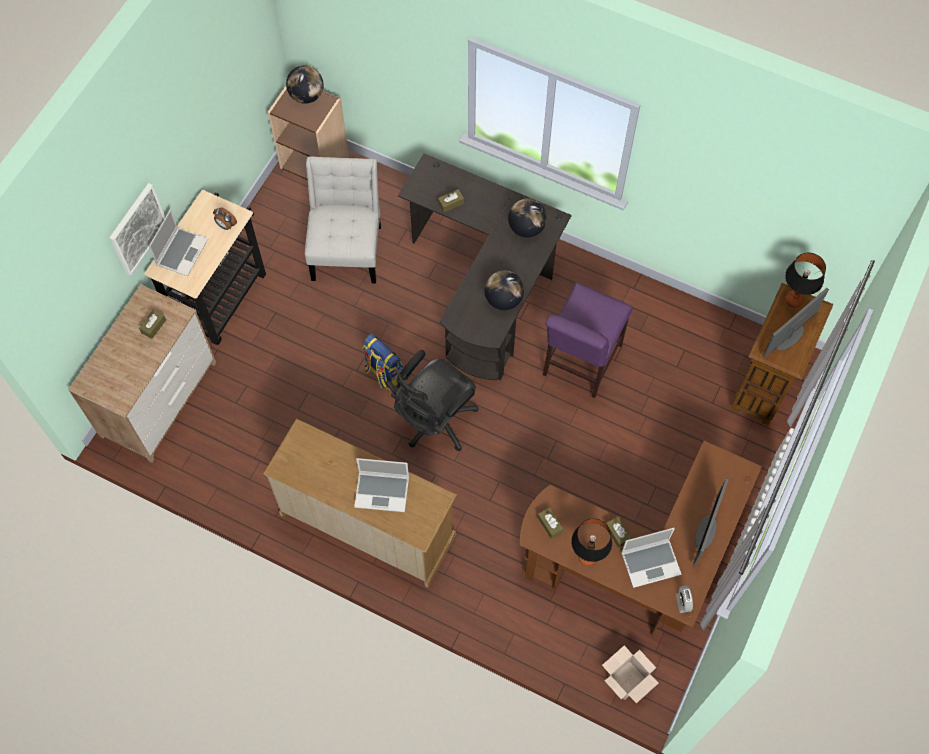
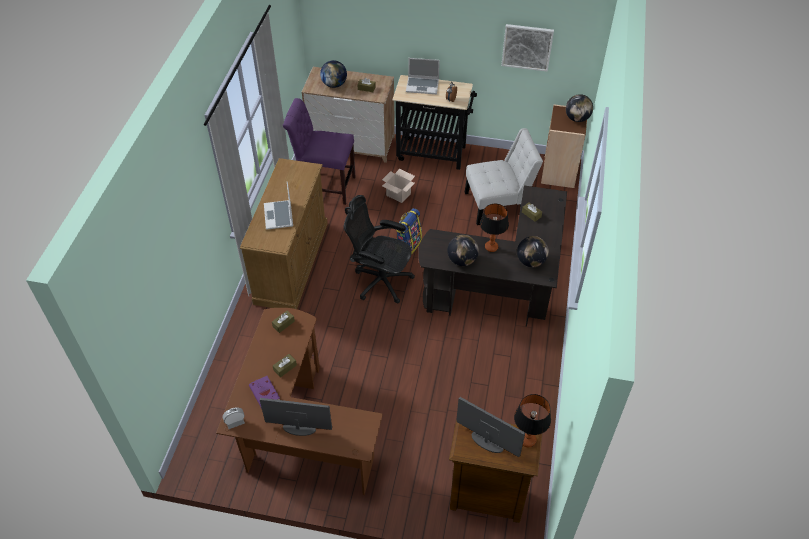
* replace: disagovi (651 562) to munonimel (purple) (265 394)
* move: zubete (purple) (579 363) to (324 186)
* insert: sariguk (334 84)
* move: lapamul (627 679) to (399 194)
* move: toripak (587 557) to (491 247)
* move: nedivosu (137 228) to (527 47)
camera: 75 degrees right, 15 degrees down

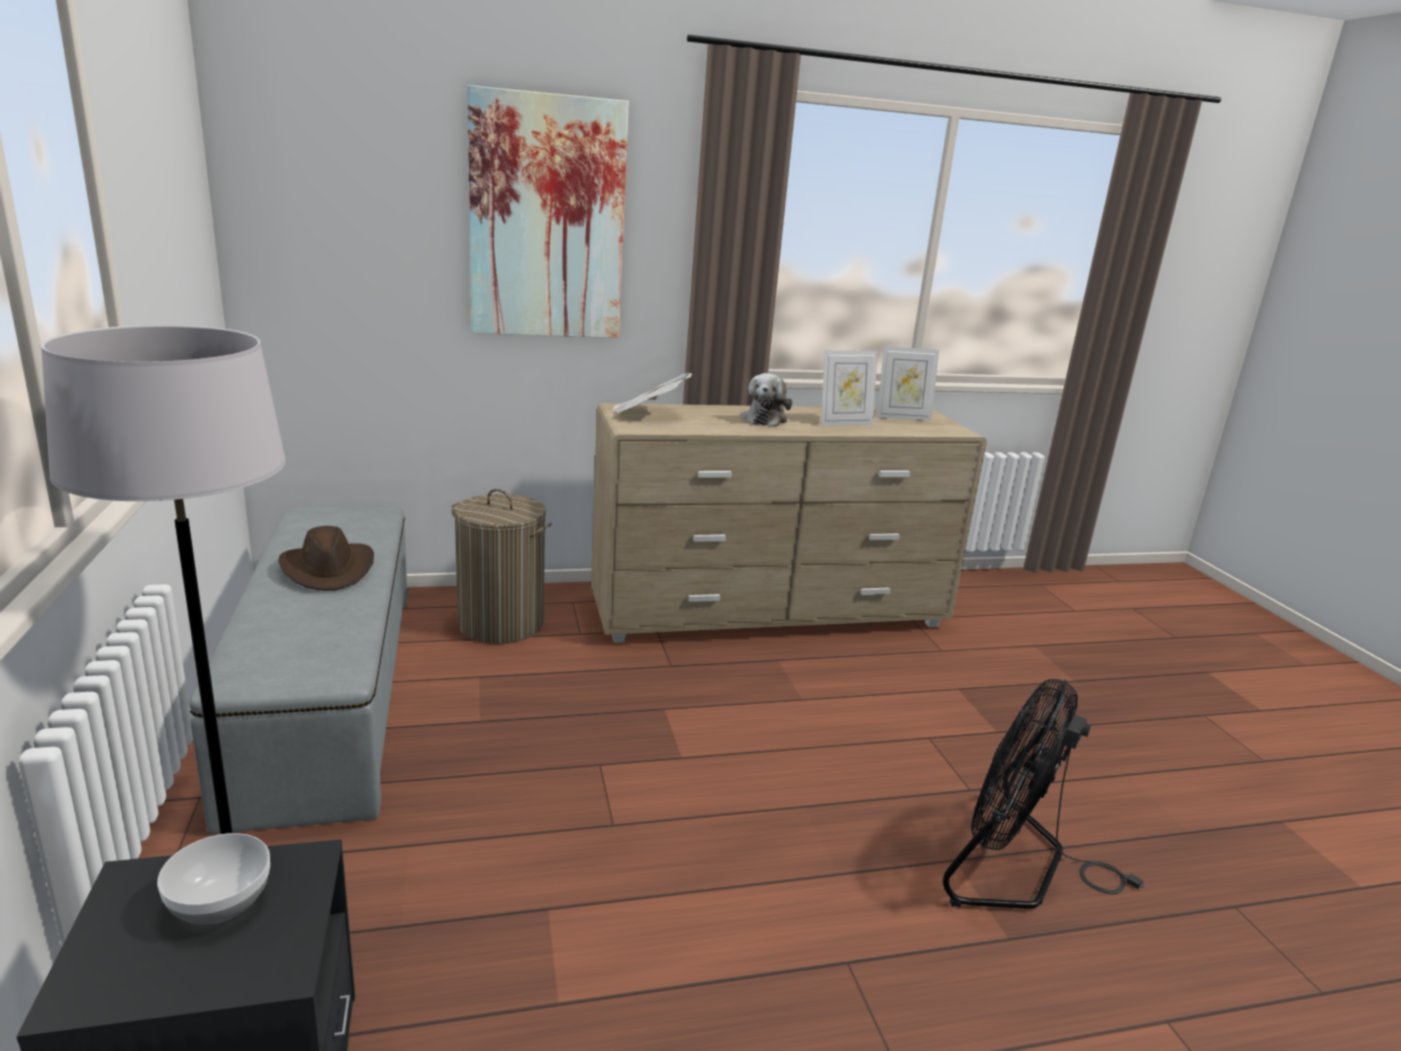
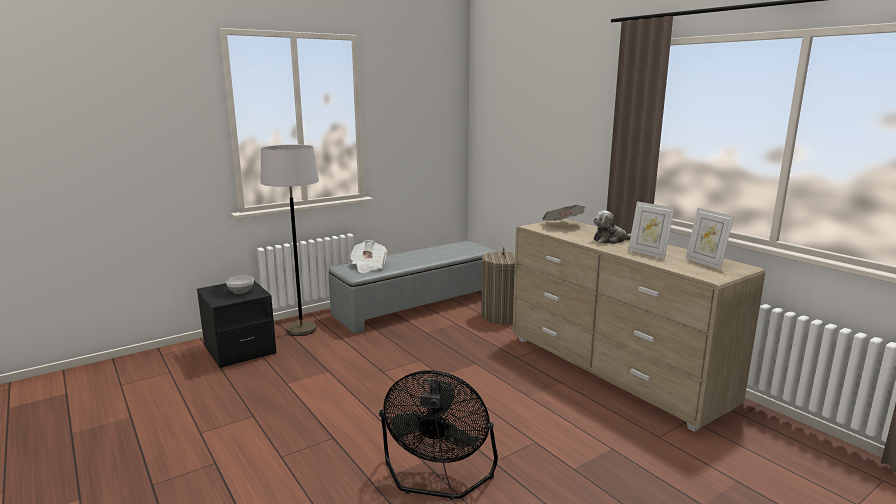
* insert: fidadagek (368 266)
* delete: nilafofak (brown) (328 569)
* delete: nedivosu (547 219)
camera: 70 degrees right, 5 degrees down

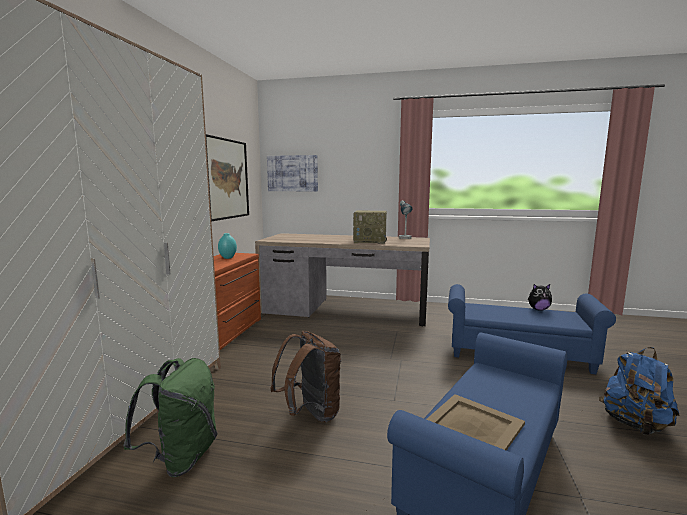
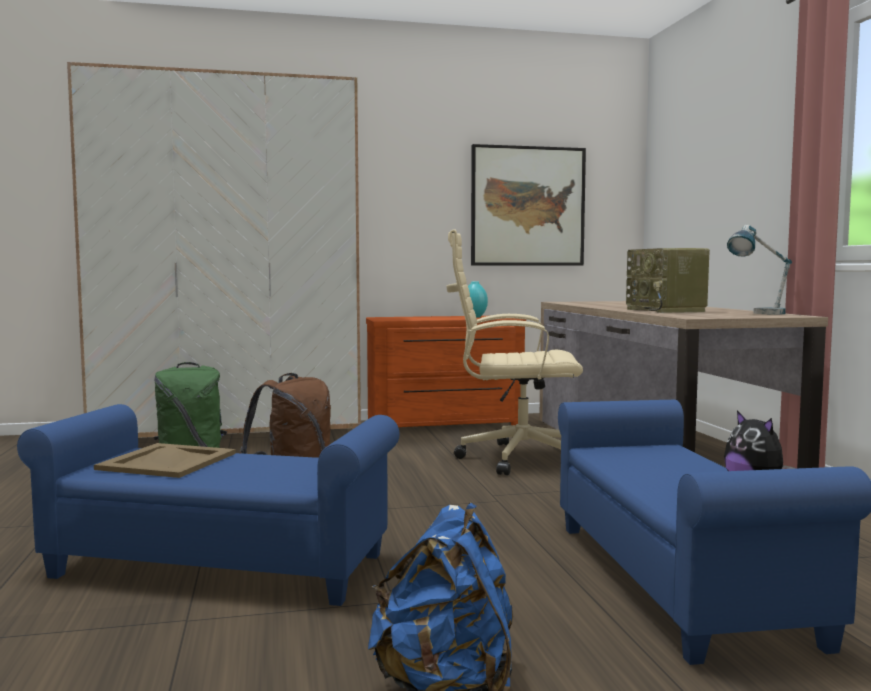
* insert: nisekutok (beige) (514 459)
* delete: nedivosu (292 173)
camera: 65 degrees right, 5 degrees down

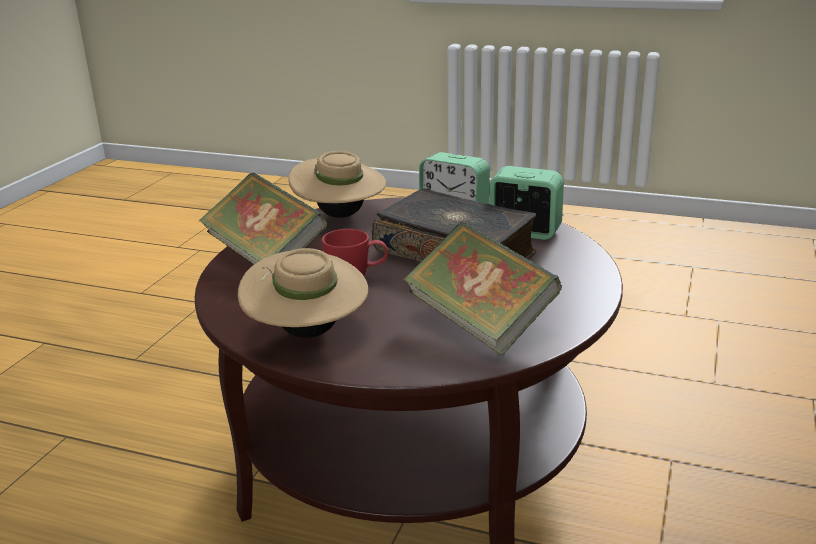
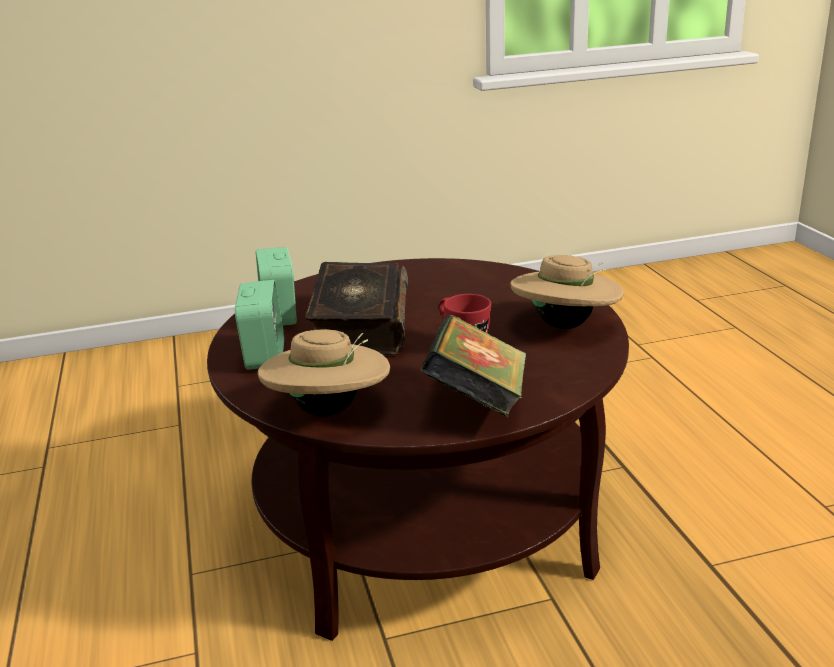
* delete: munonimel (480 323)
camera: 125 degrees left, 0 degrees up

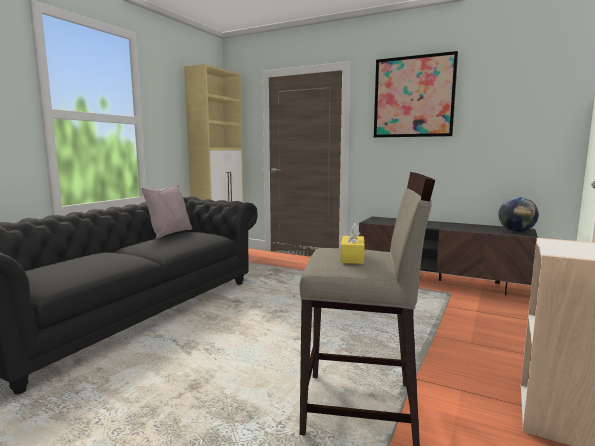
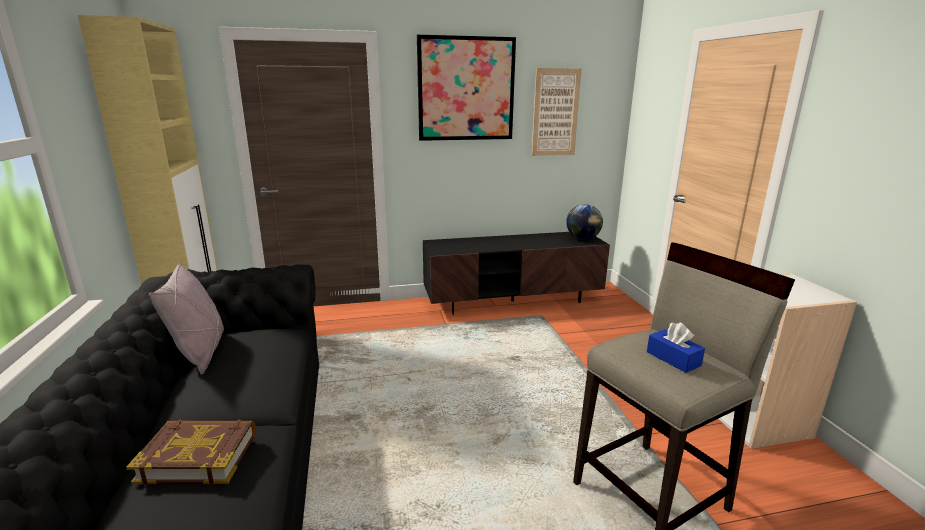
* insert: munonimel (198 456)
* insert: nedivosu (555 113)
* recolor: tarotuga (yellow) (352 258) to tarotuga (blue) (673 359)
camera: 40 degrees left, 10 degrees up

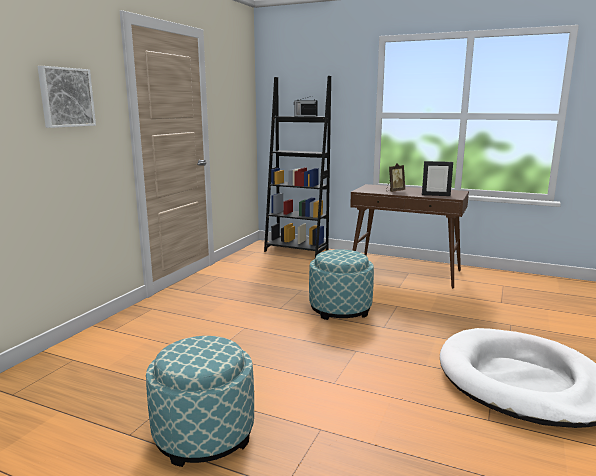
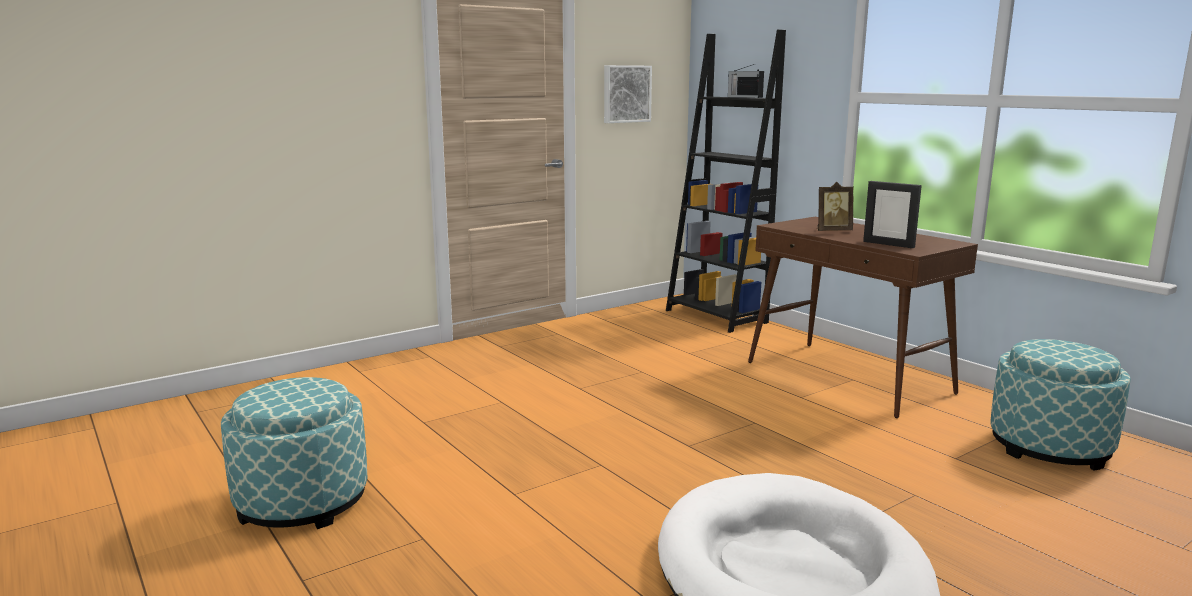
* move: nedivosu (66 97) to (626 94)
* move: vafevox (340 309) to (1050 446)
camera: 30 degrees right, 0 degrees up

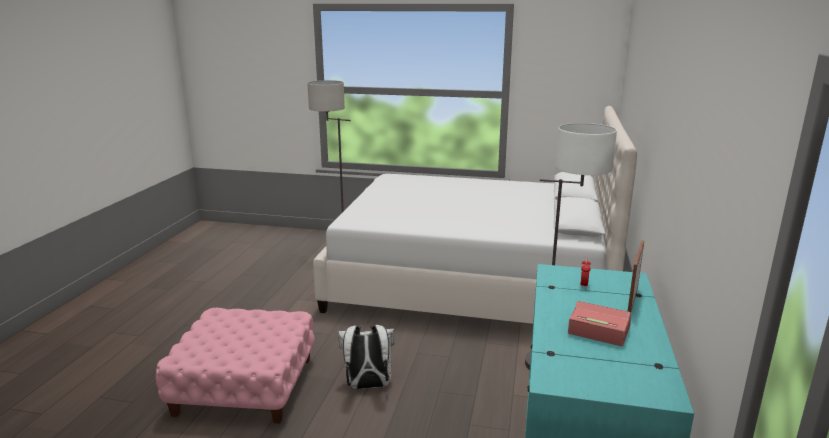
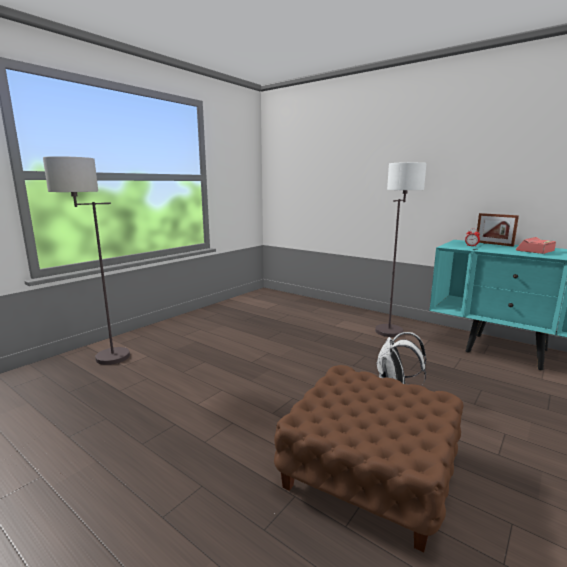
* recolor: vafevox (pink) (245 386) to vafevox (brown) (370 470)
* delete: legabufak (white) (471 281)
camera: 65 degrees left, 5 degrees down

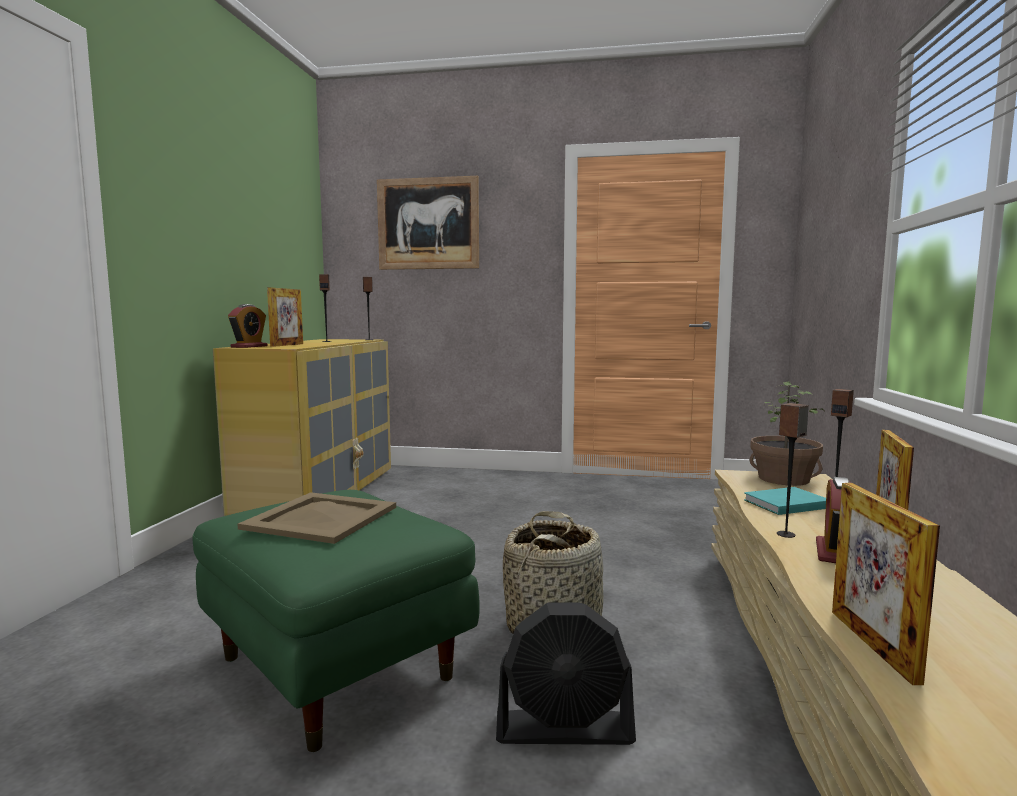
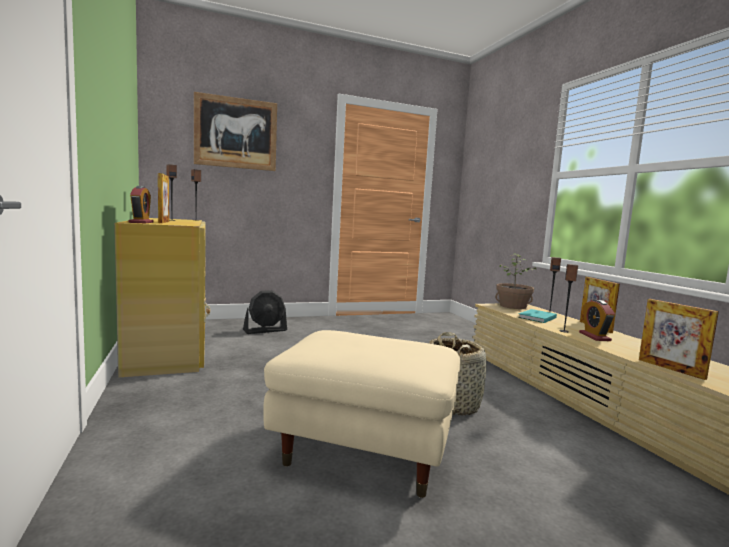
* move: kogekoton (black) (564 729) to (265 330)
* recolor: vafevox (green) (334 667) to vafevox (beige) (363 451)
* delete: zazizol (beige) (319 518)
camera: 30 degrees left, 0 degrees up

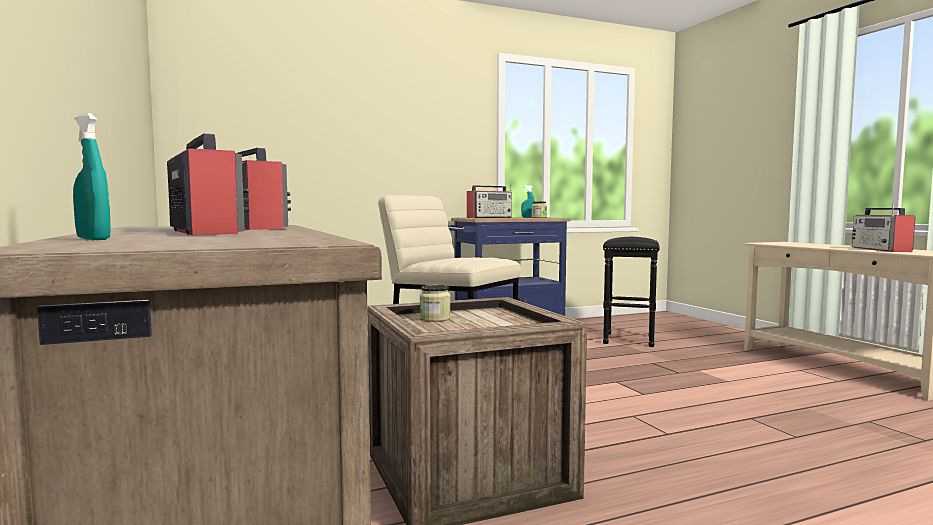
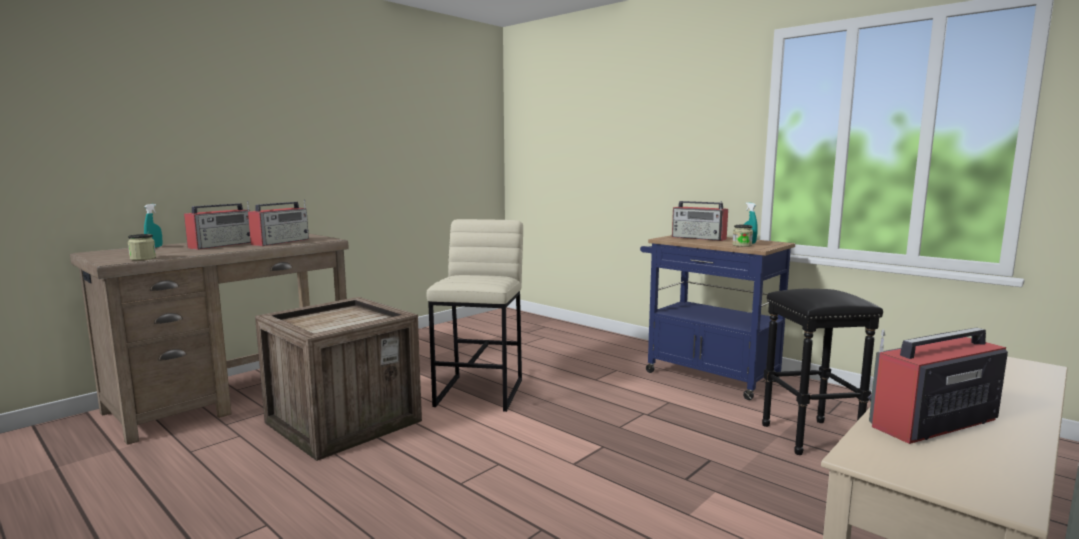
* move: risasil (435 319) to (143 258)
camera: 65 degrees right, 5 degrees up

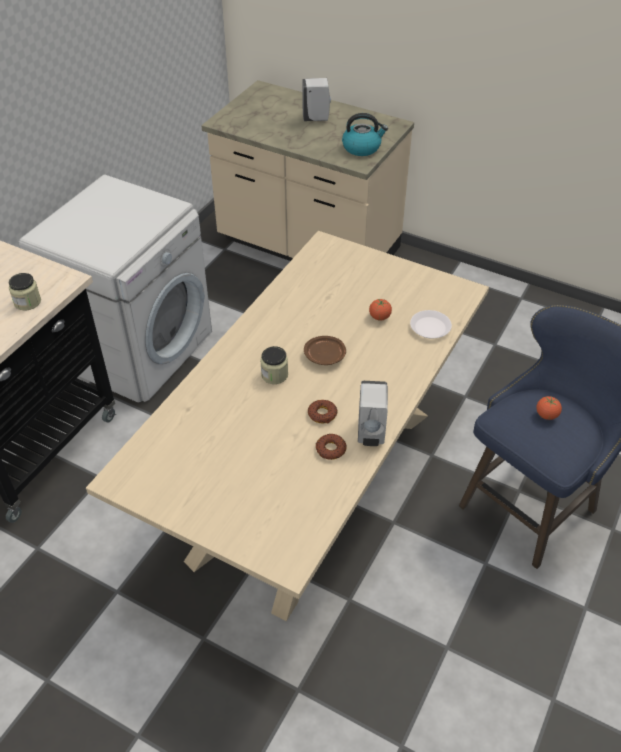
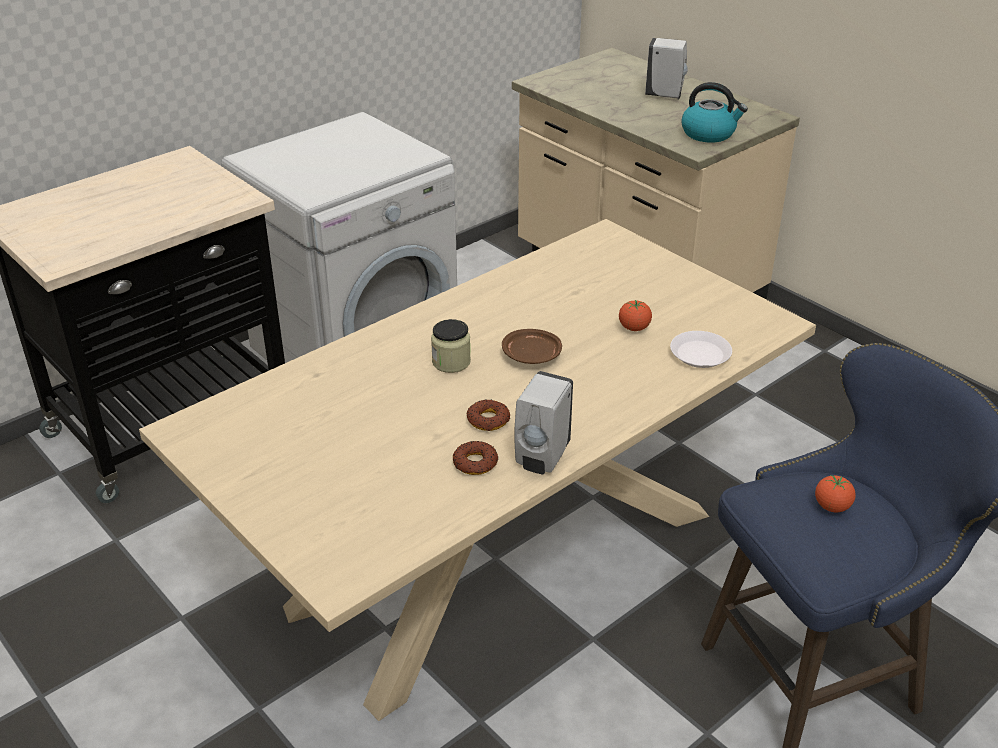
* delete: risasil (27 302)
camera: 20 degrees right, 10 degrees down

